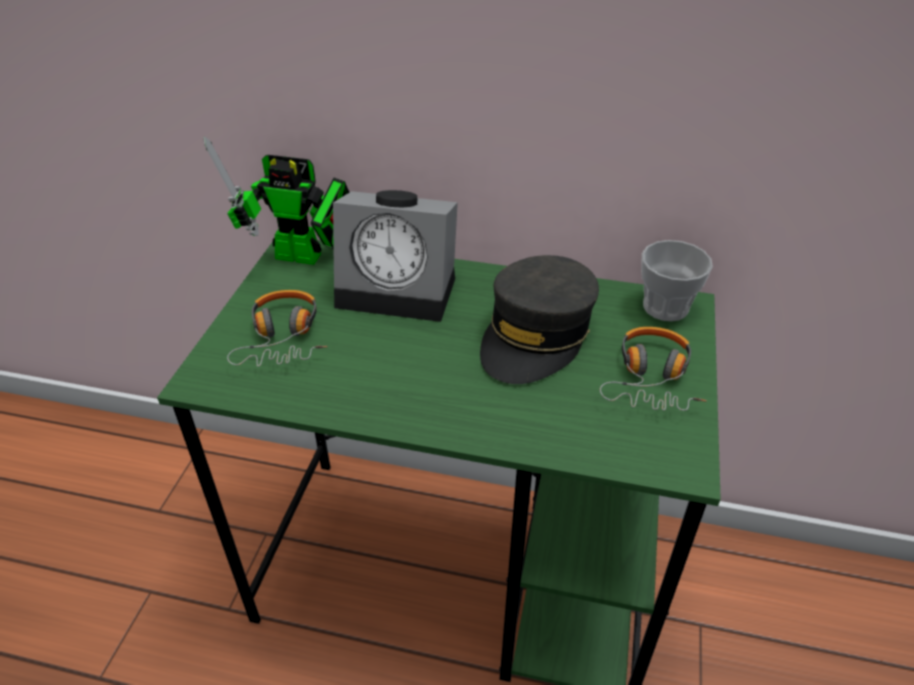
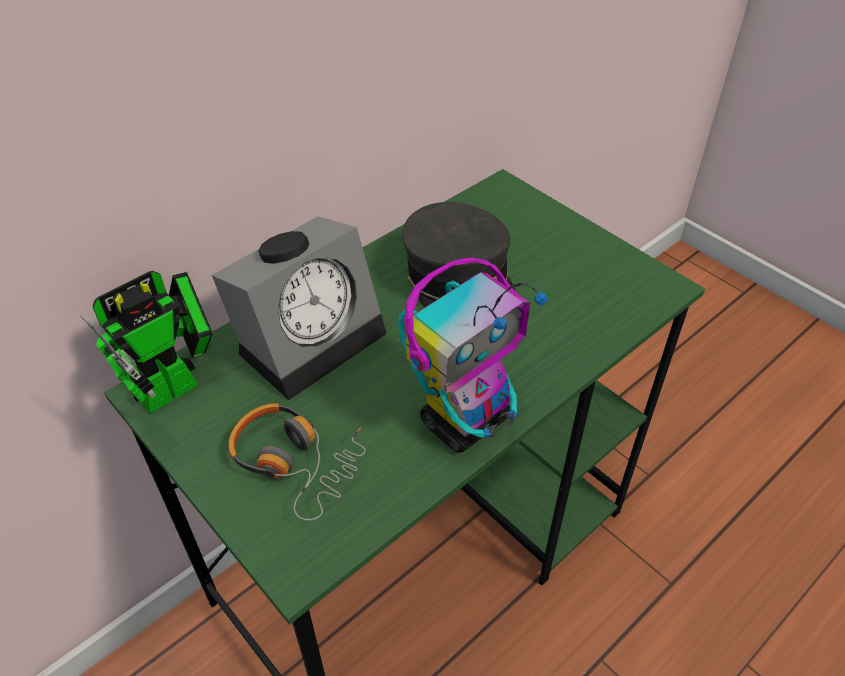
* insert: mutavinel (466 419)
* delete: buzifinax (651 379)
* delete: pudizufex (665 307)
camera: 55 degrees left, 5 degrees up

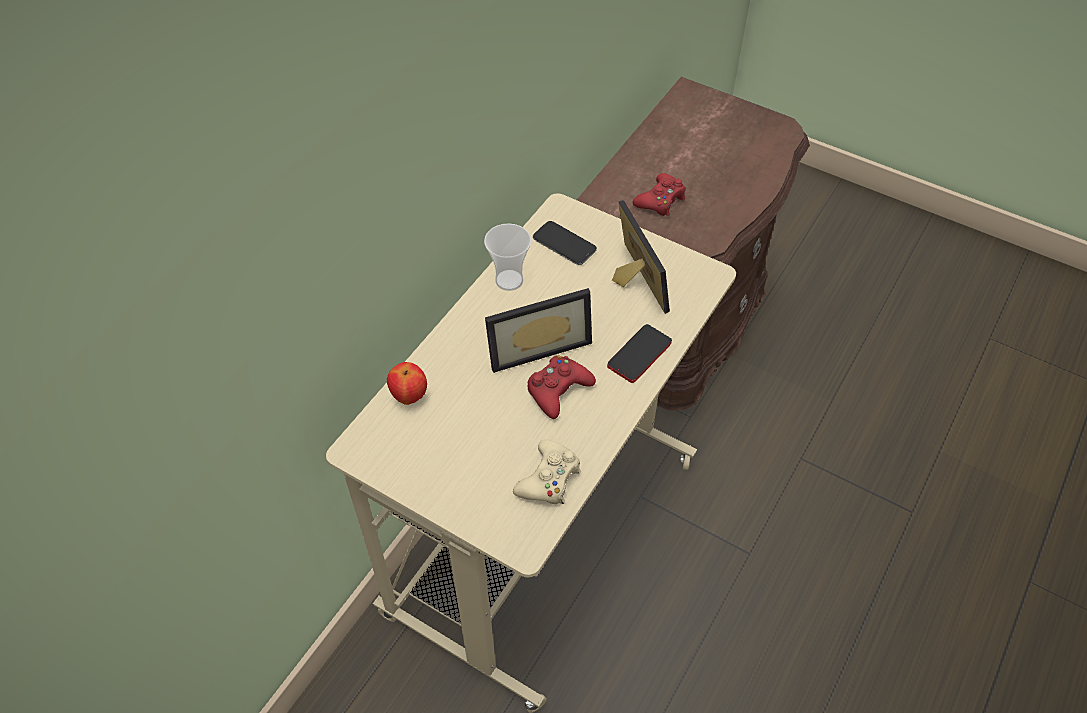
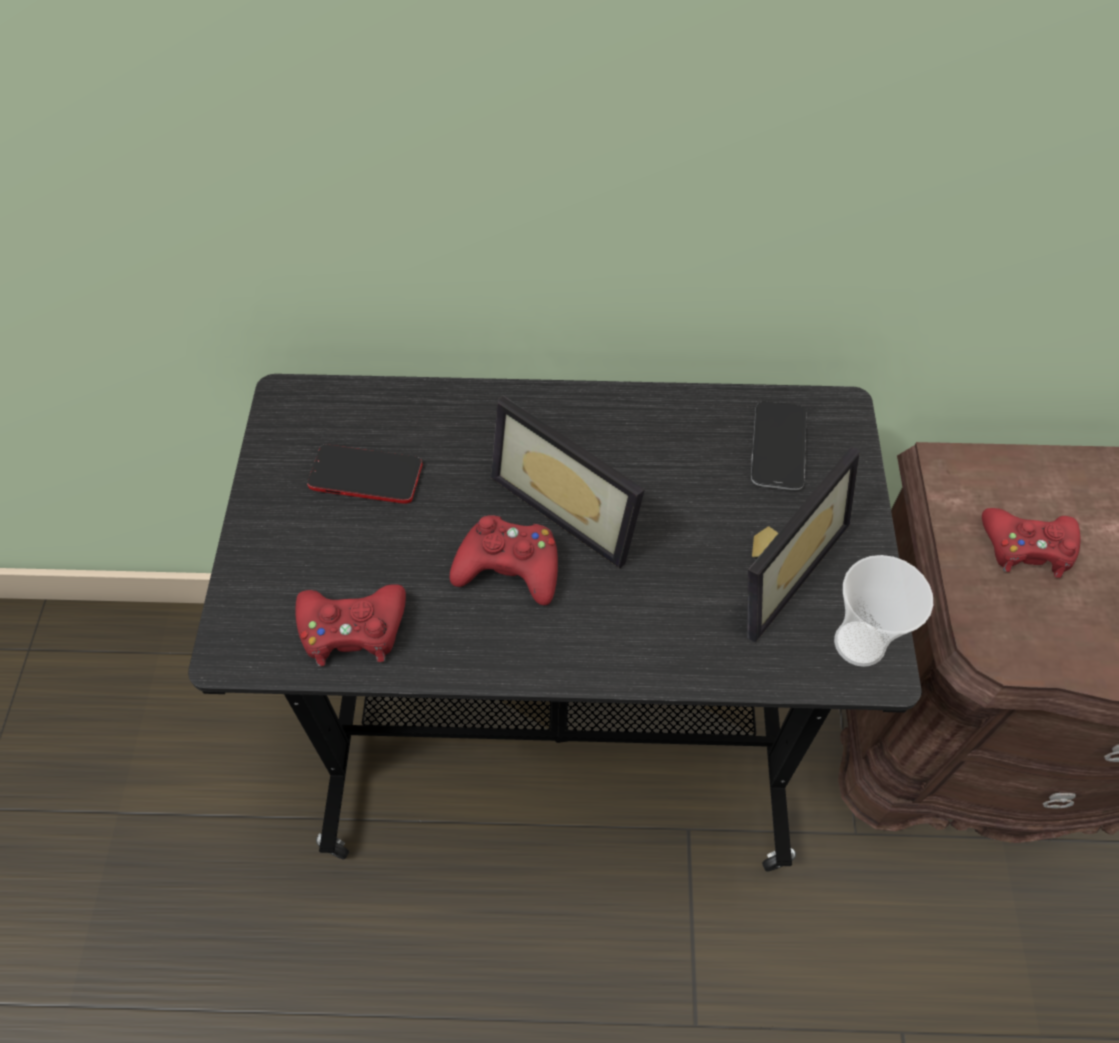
* recolor: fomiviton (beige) (543 535) to fomiviton (black) (560 740)
* recolor: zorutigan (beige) (549 479) to zorutigan (red) (352 629)
* move: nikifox (639 354) to (365 475)
* move: pudizufex (509 280) to (859 643)
* delete: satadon (409 396)
camera: 60 degrees right, 5 degrees up

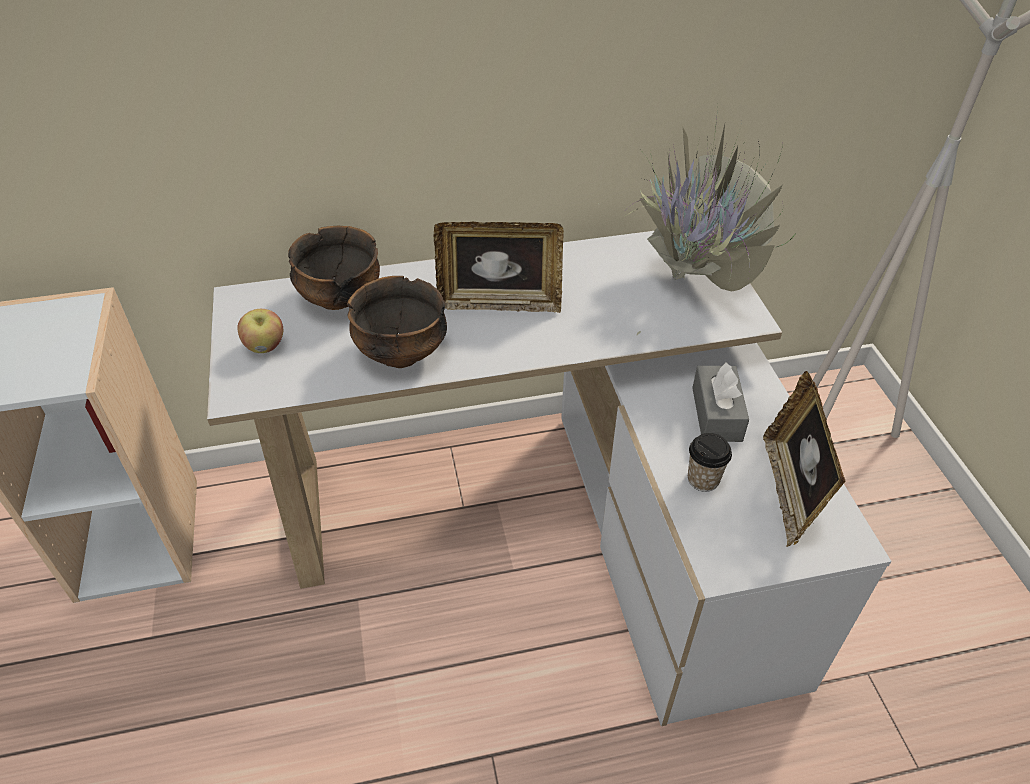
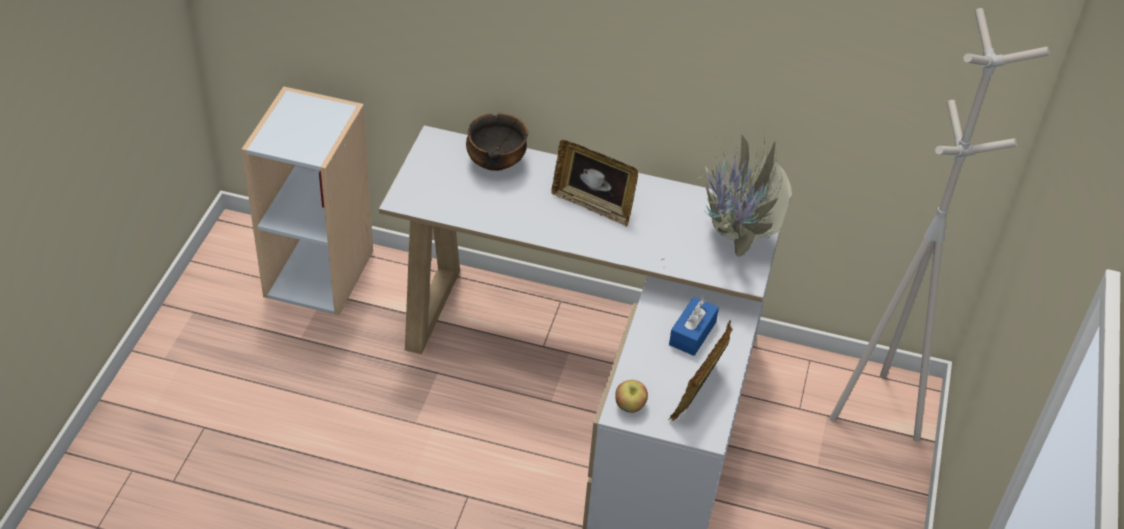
* move: satadon (265 346) to (630 406)
* recolor: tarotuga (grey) (716 414) to tarotuga (blue) (692 333)
* delete: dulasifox (401 353)
* delete: pudizufex (703 479)
camera: 25 degrees right, 0 degrees up

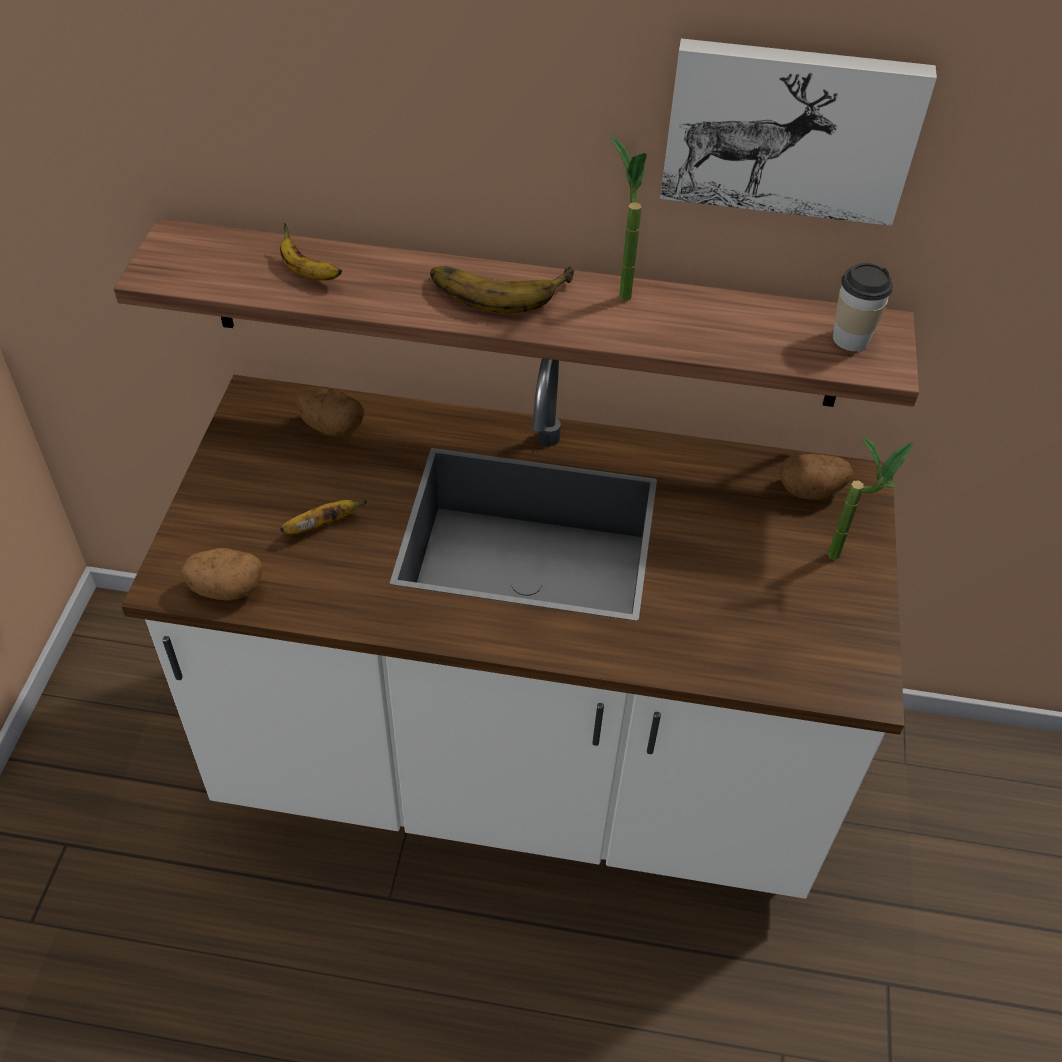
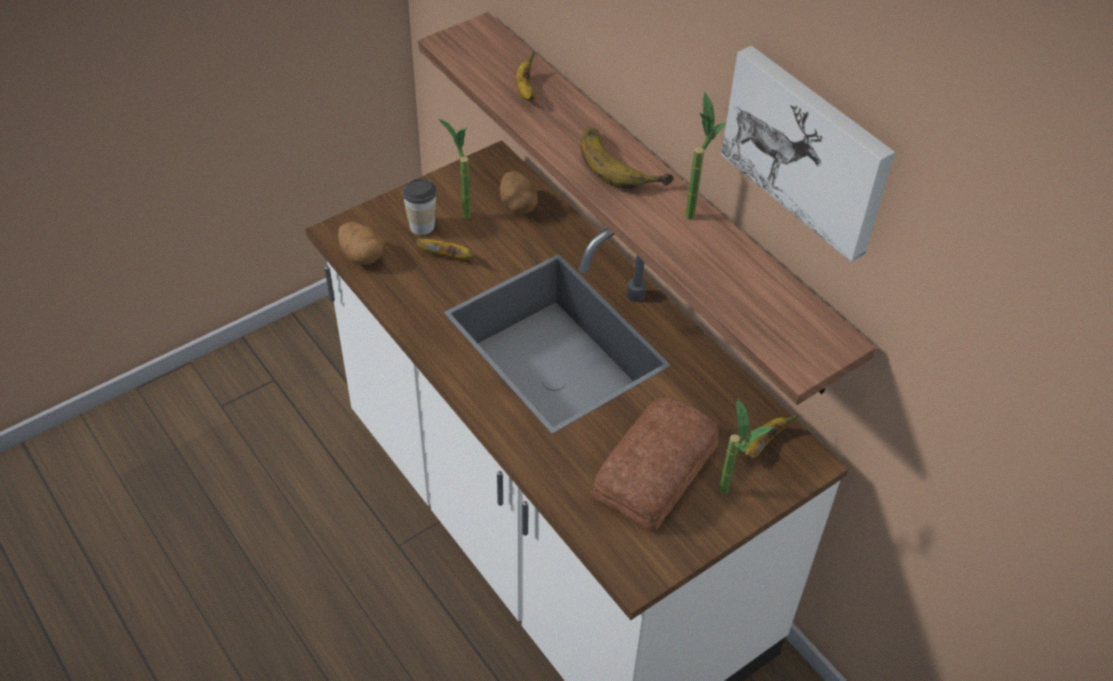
* move: pudizufex (850 338) to (422 226)
* insert: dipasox (460 210)
* insert: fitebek (658 471)
* replace: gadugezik (810 490) to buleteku (763 443)
camera: 45 degrees right, 0 degrees up

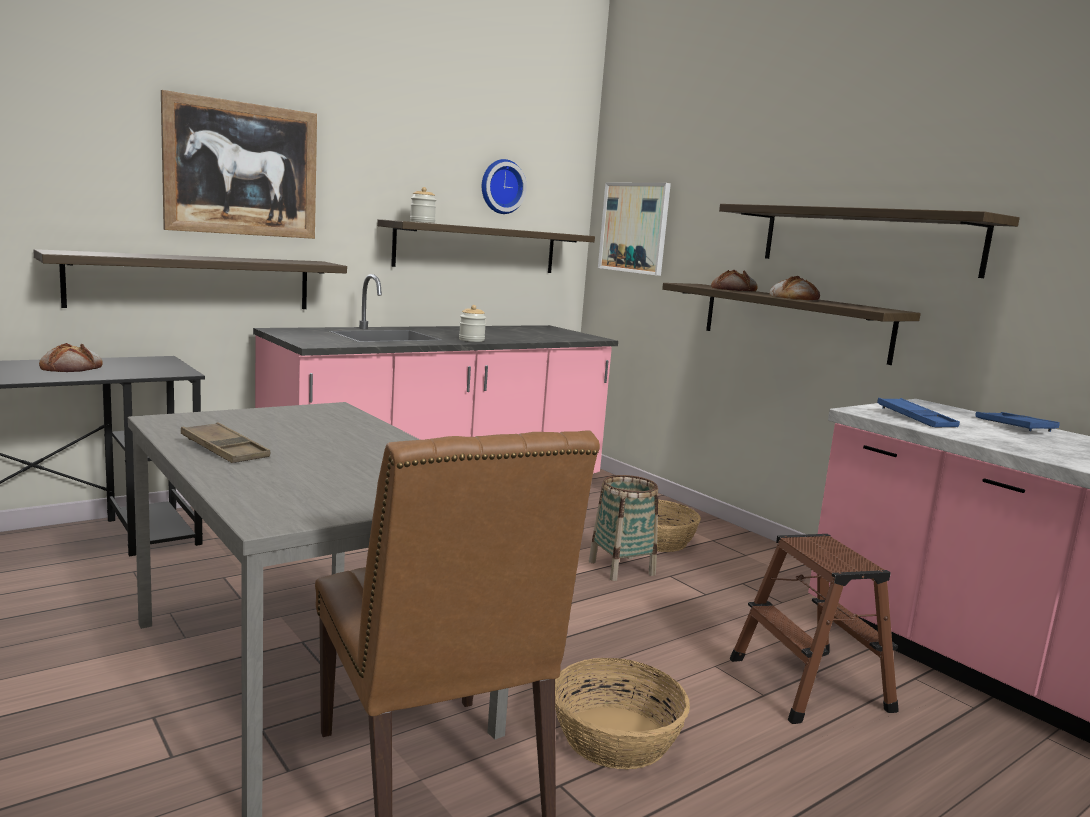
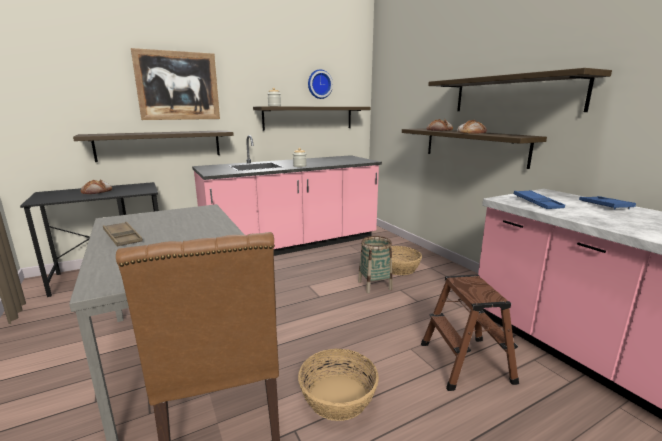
* delete: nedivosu (634 228)
camera: 10 degrees right, 5 degrees up

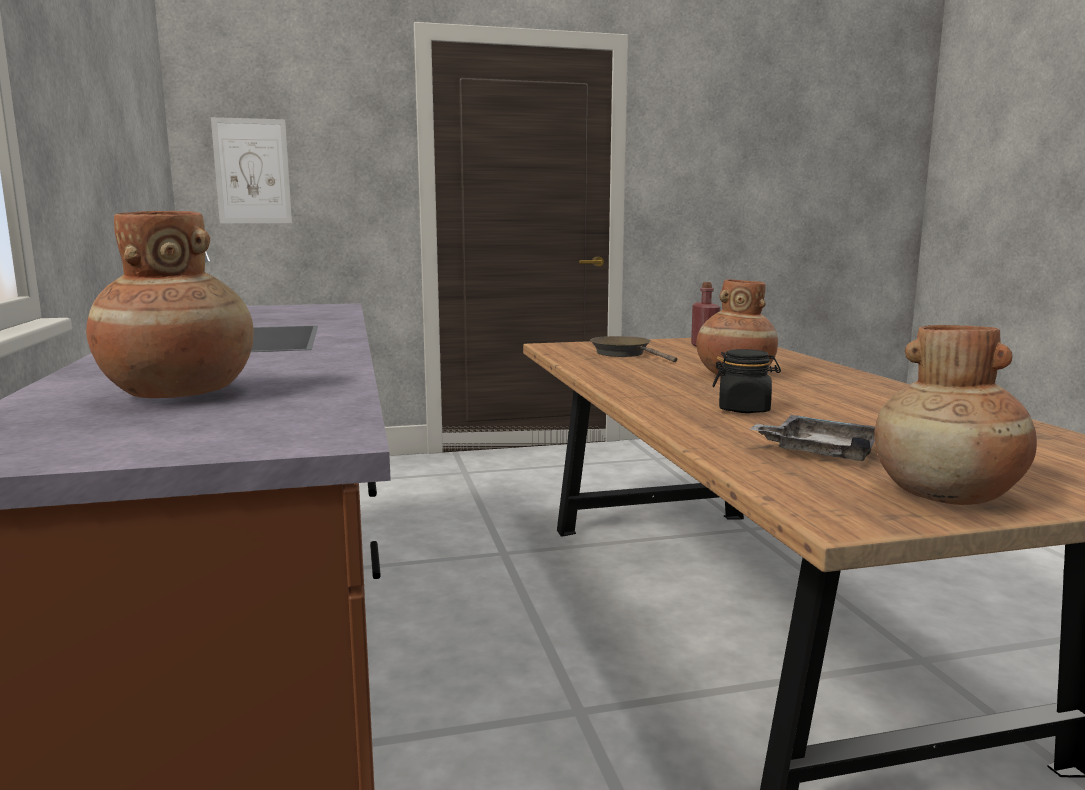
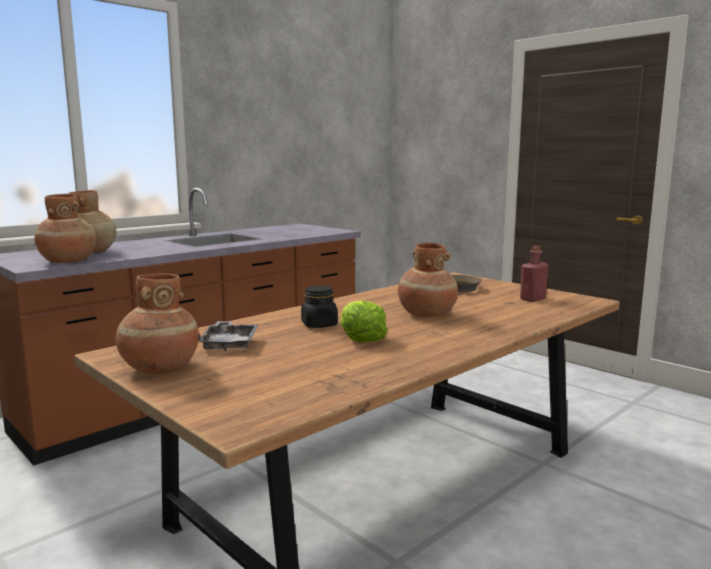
* insert: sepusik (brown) (68 261)
* insert: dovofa (361 338)
* delete: nedivosu (252 171)
camera: 60 degrees right, 0 degrees up

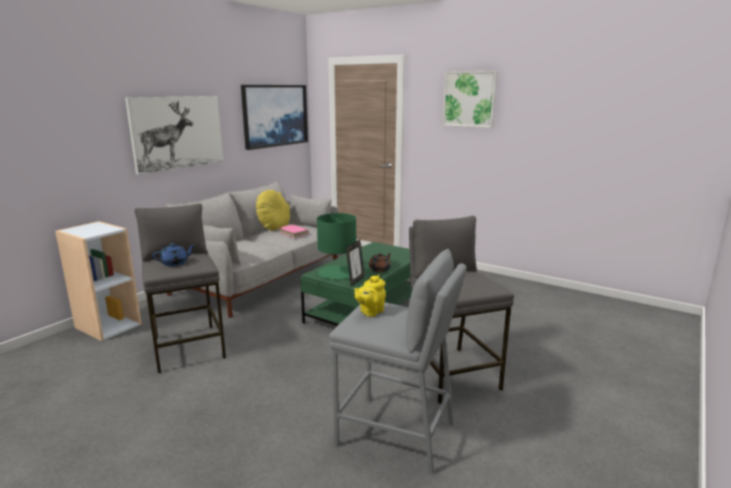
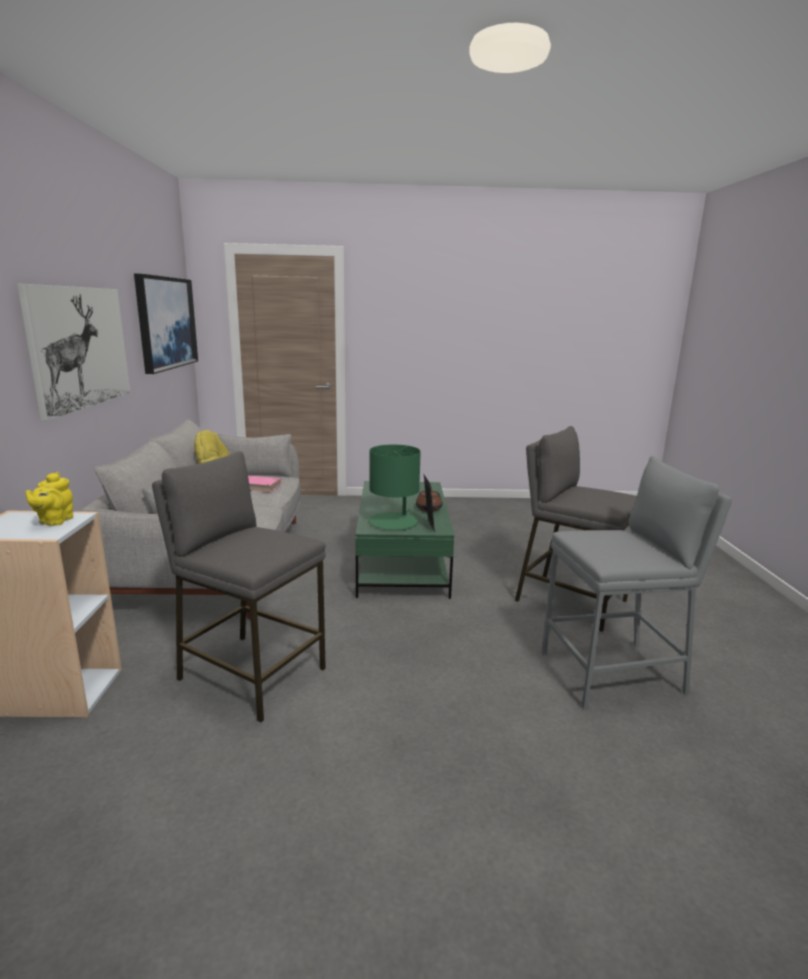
* move: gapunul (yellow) (370 312) to (54 521)
* delete: gapunul (blue) (175 263)
* delete: nedivosu (469 99)
camera: 35 degrees left, 0 degrees up

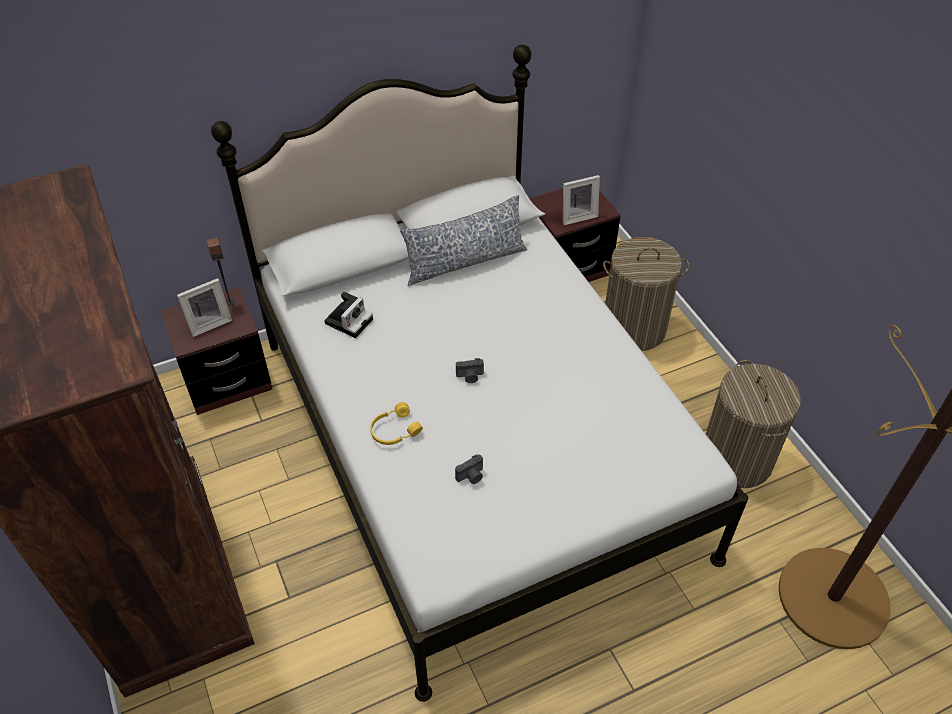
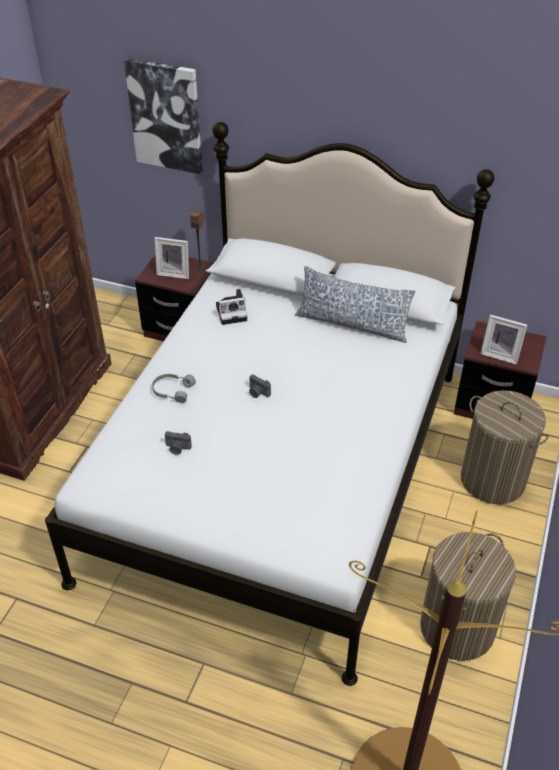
* insert: nedivosu (166 116)
* recolor: buzifinax (yellow) (394 430) to buzifinax (grey) (172 390)
camera: 45 degrees right, 5 degrees down

